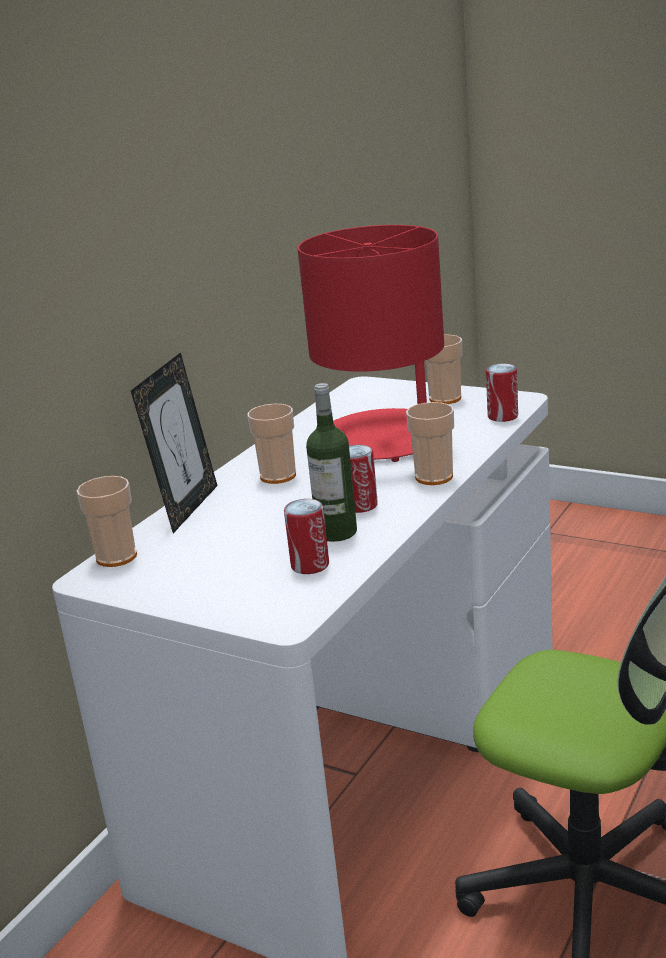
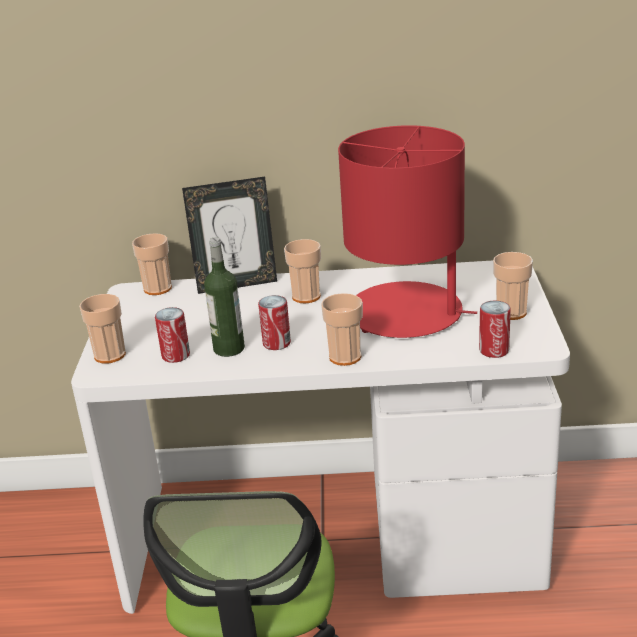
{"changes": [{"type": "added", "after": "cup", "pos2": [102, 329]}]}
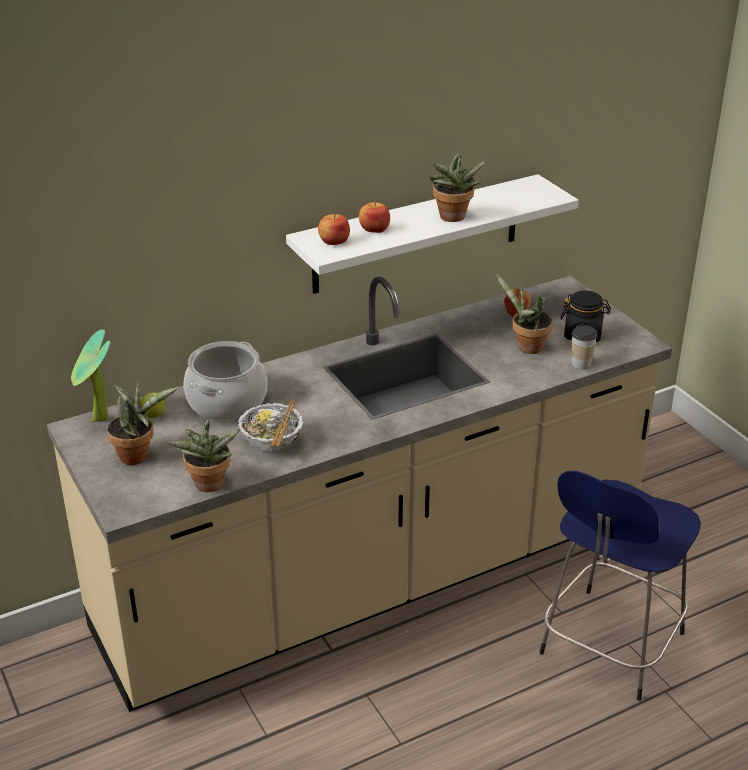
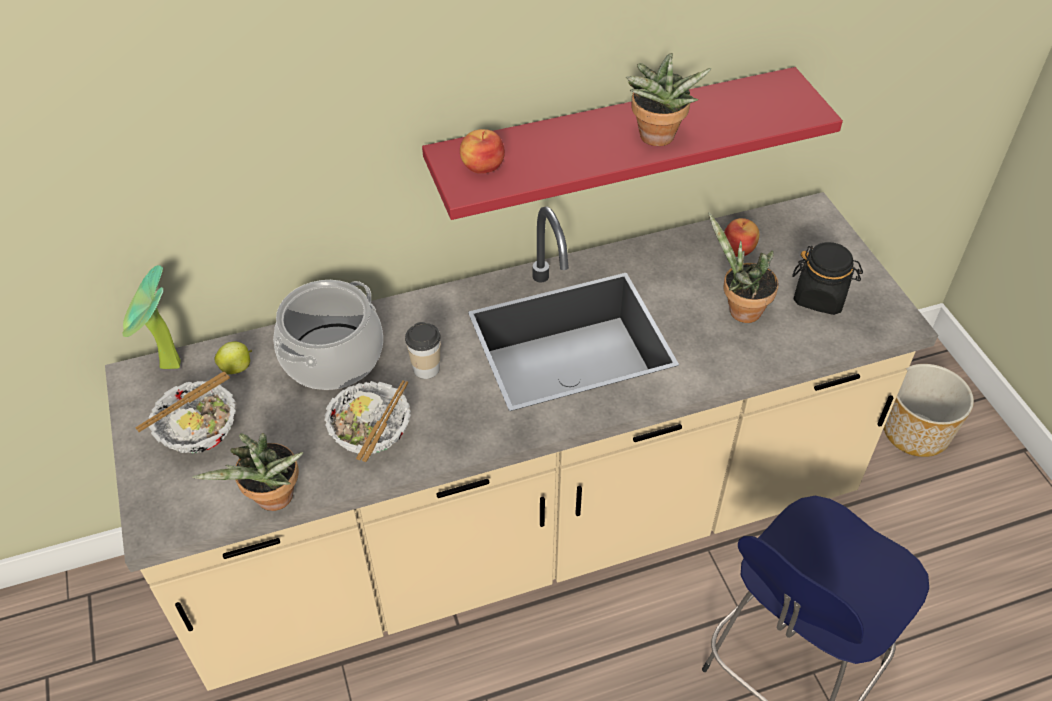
{"changes": [{"type": "recoloured", "before": "white shelf", "after": "red shelf", "pos1": [432, 234], "pos2": [632, 143]}, {"type": "removed", "before": "apple", "pos1": [374, 217]}, {"type": "moved", "before": "cup", "pos1": [584, 346], "pos2": [423, 350]}, {"type": "replaced", "before": "potted plant", "after": "bowl", "pos1": [142, 423], "pos2": [185, 412]}, {"type": "added", "after": "planter", "pos2": [929, 410]}]}
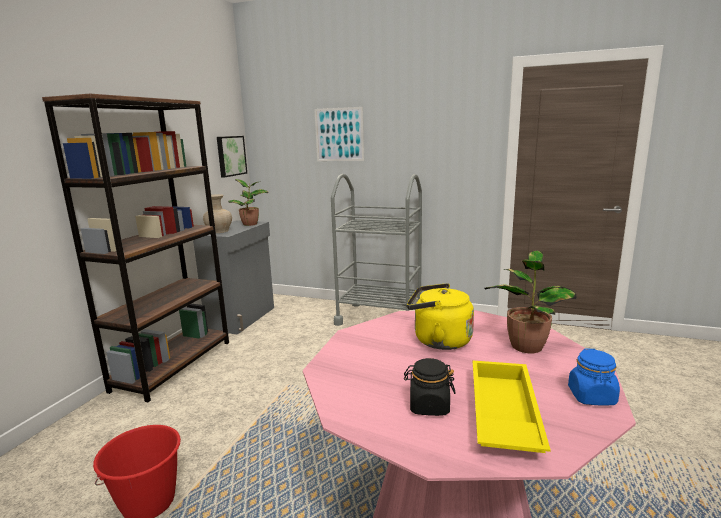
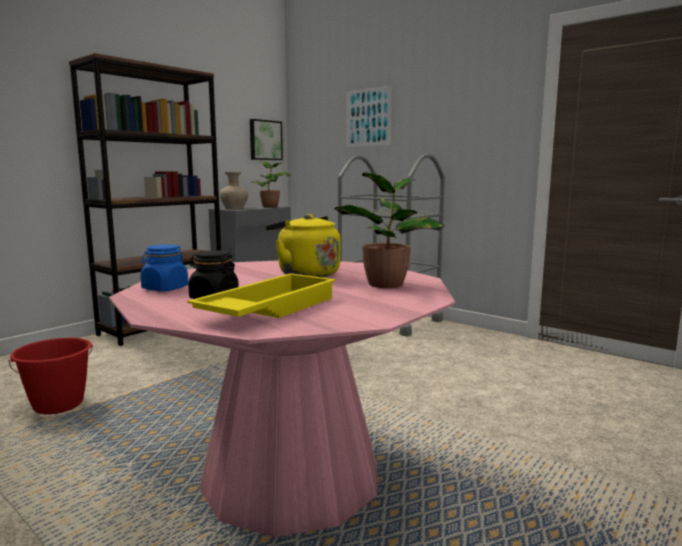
{"changes": [{"type": "moved", "before": "blue jar", "pos1": [594, 377], "pos2": [164, 267]}]}
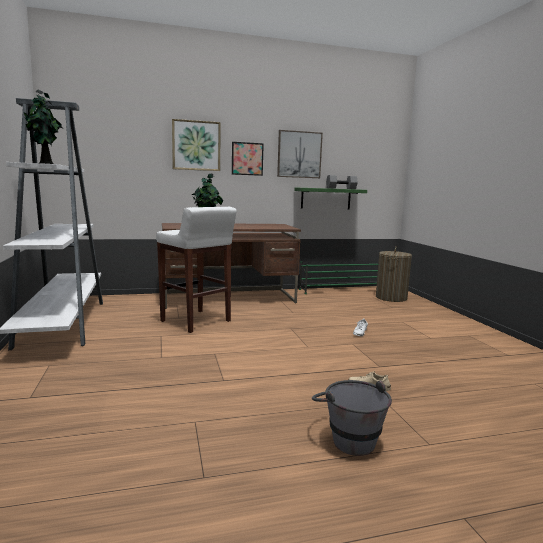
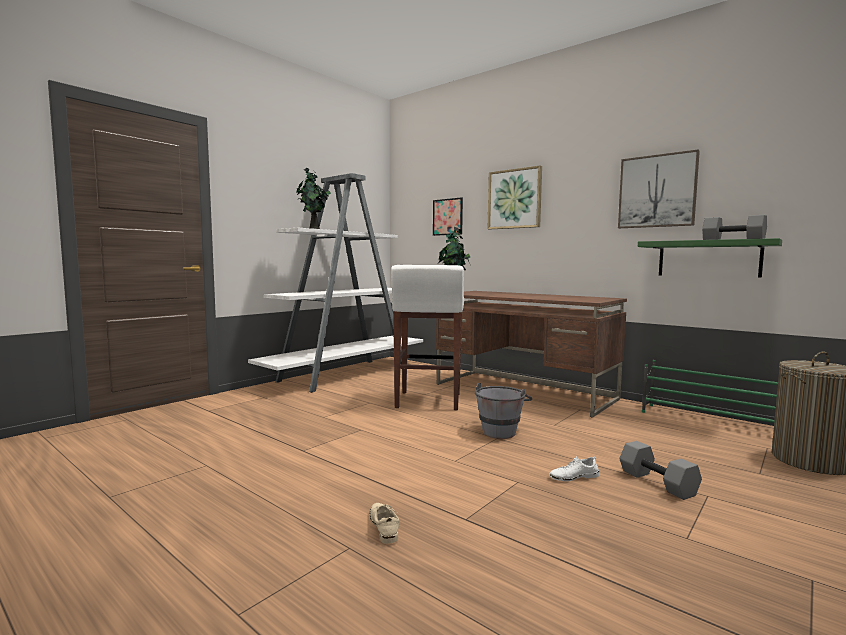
{"changes": [{"type": "moved", "before": "picture", "pos1": [248, 159], "pos2": [448, 216]}, {"type": "moved", "before": "grey bucket", "pos1": [352, 418], "pos2": [503, 411]}, {"type": "added", "after": "grey dumbbell", "pos2": [660, 470]}]}
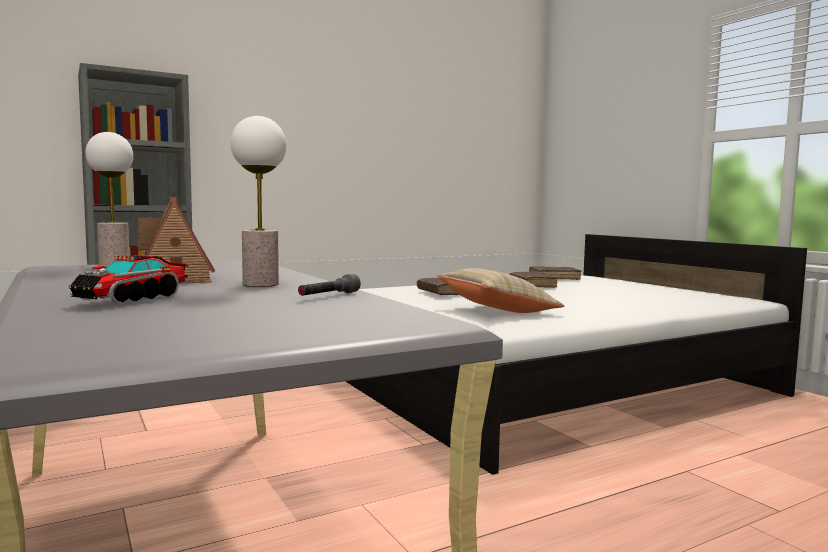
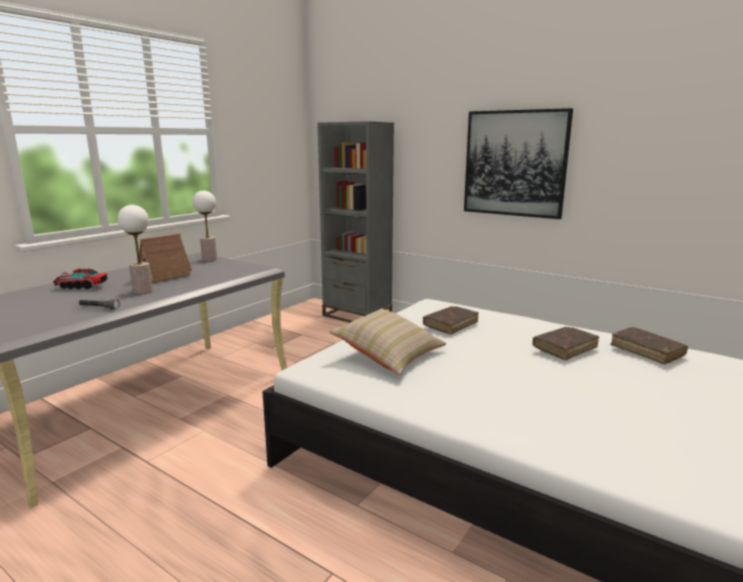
{"changes": [{"type": "added", "after": "picture", "pos2": [518, 163]}]}
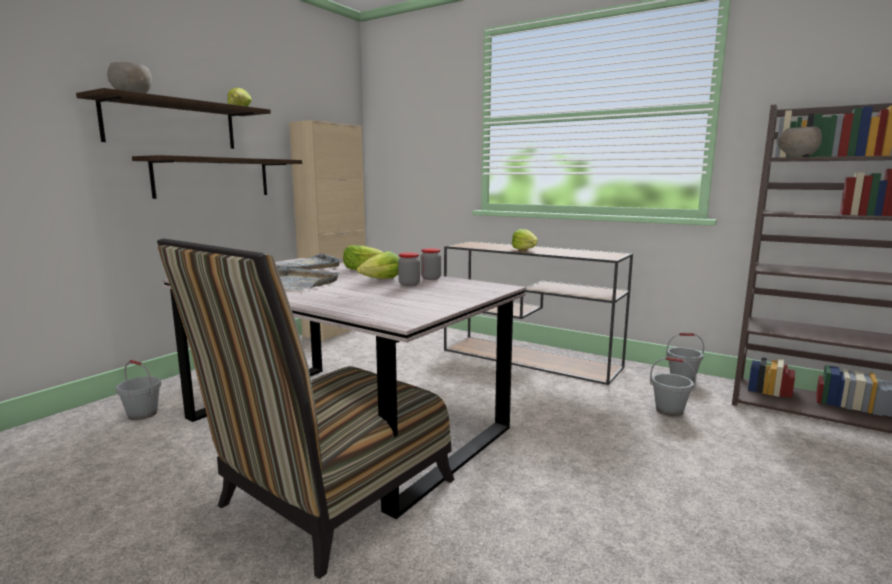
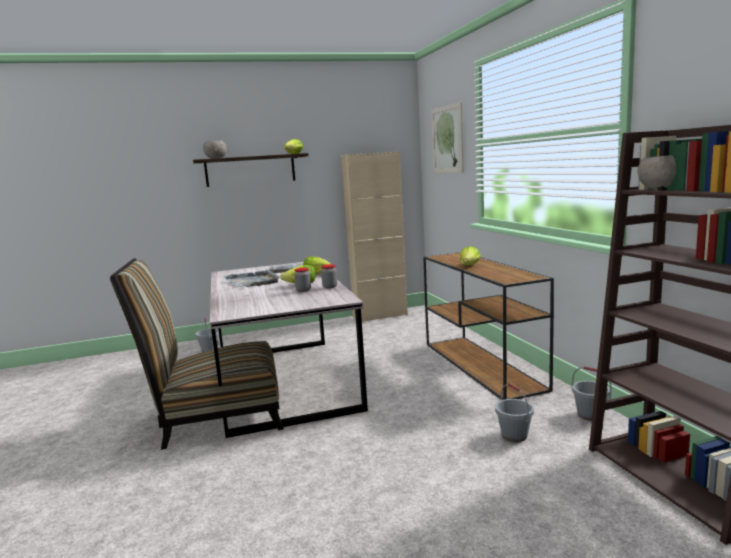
{"changes": [{"type": "removed", "before": "shelf", "pos1": [217, 177]}, {"type": "added", "after": "picture", "pos2": [447, 137]}]}
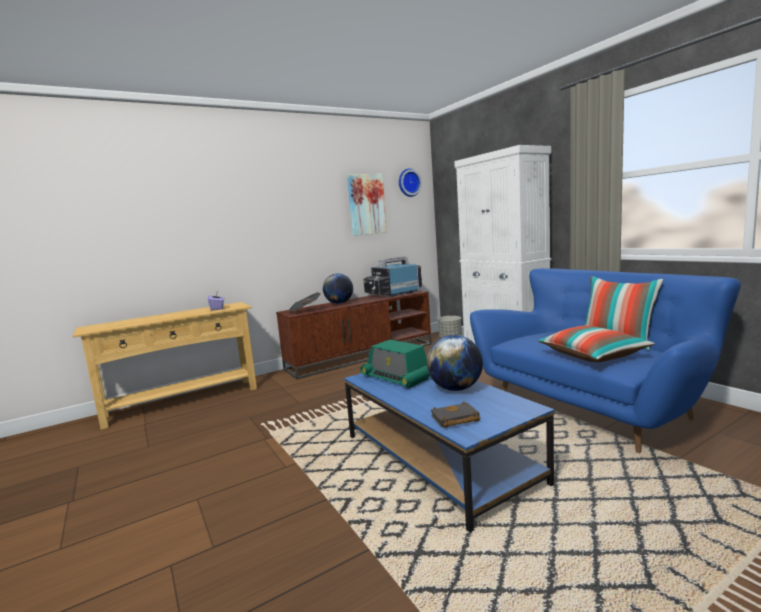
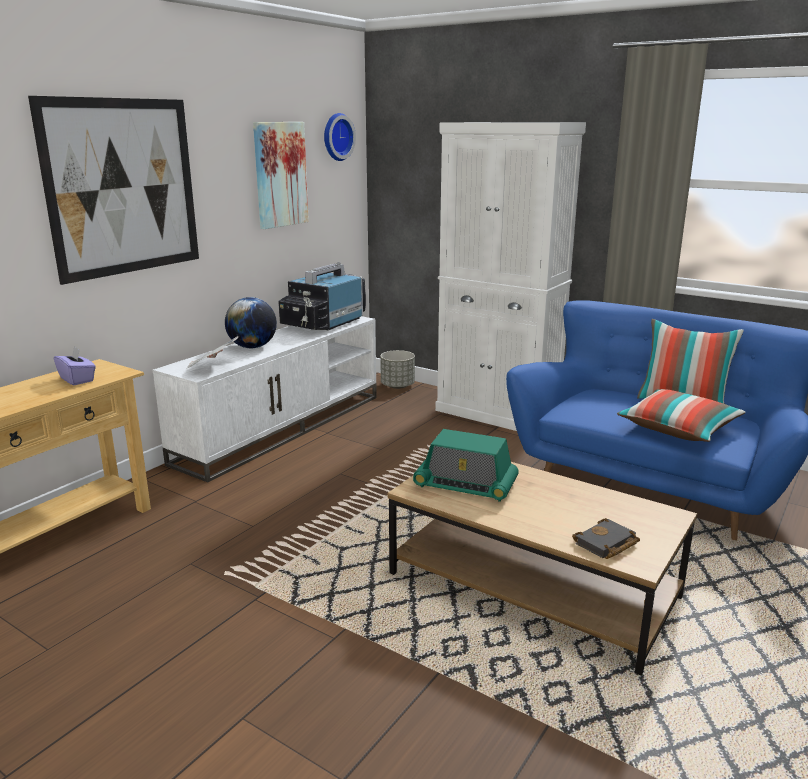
{"changes": [{"type": "recoloured", "before": "brown tv stand", "after": "white tv stand", "pos1": [354, 334], "pos2": [265, 399]}, {"type": "removed", "before": "globe", "pos1": [455, 363]}, {"type": "recoloured", "before": "blue coffee table", "after": "brown coffee table", "pos1": [449, 452], "pos2": [542, 569]}, {"type": "added", "after": "picture", "pos2": [113, 190]}]}
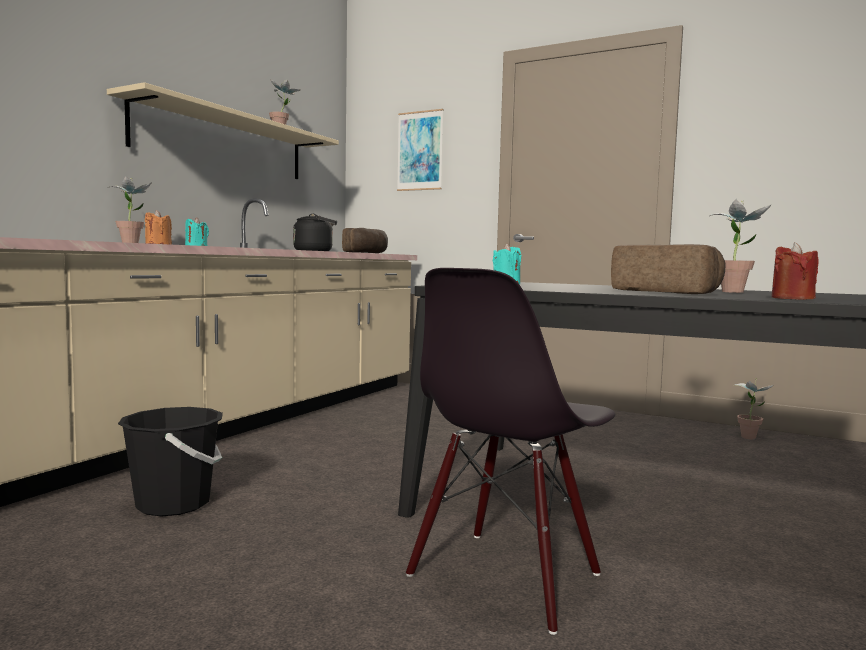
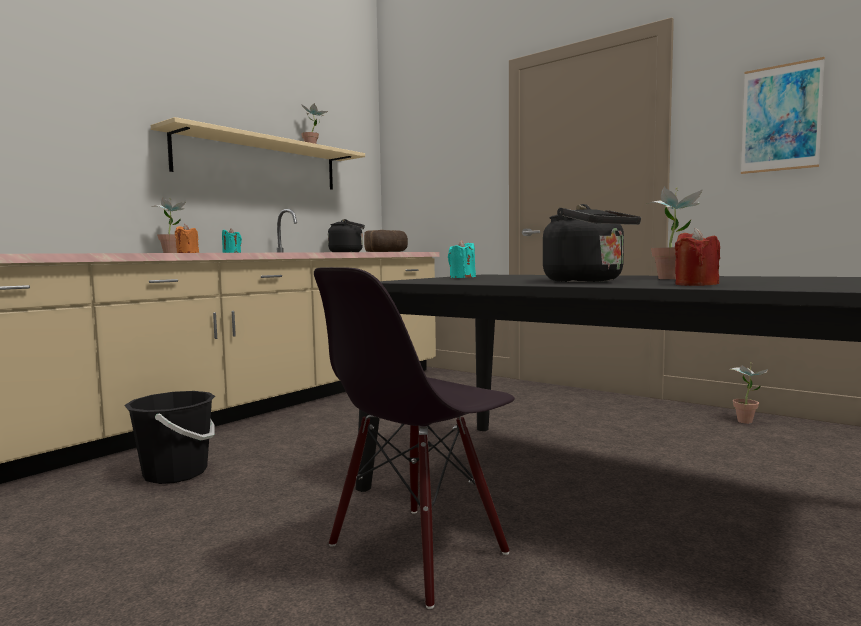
{"changes": [{"type": "moved", "before": "picture", "pos1": [420, 150], "pos2": [783, 115]}, {"type": "replaced", "before": "bread", "after": "black kettle", "pos1": [668, 269], "pos2": [592, 243]}]}
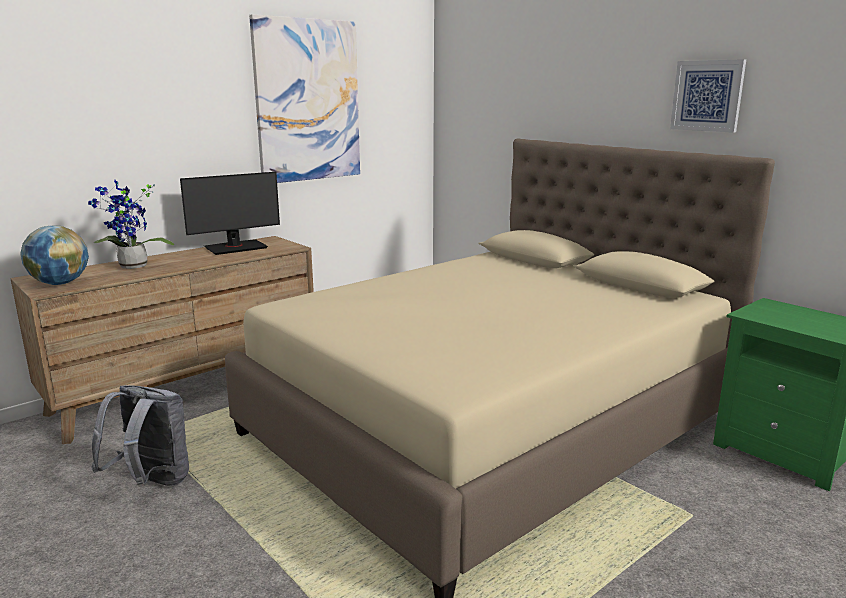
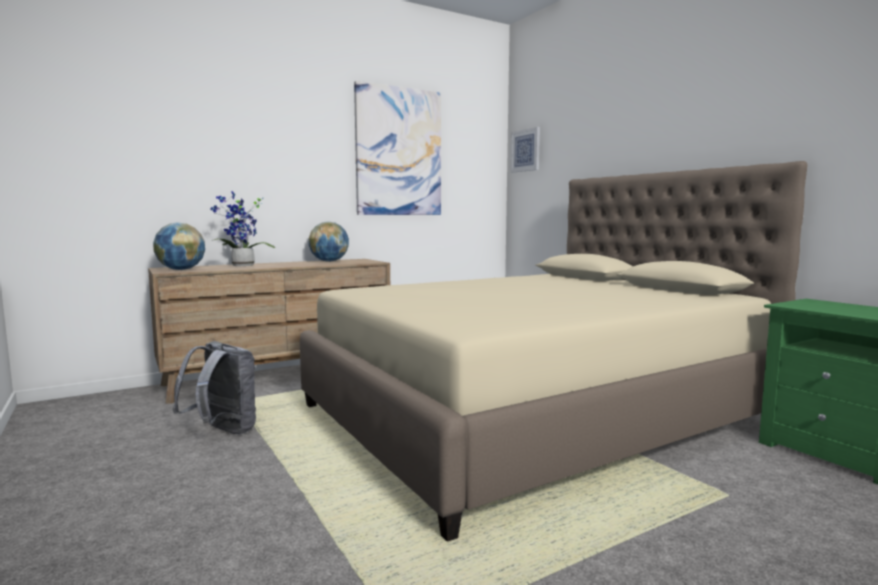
{"changes": [{"type": "moved", "before": "picture", "pos1": [708, 96], "pos2": [525, 150]}, {"type": "replaced", "before": "monitor", "after": "globe", "pos1": [230, 213], "pos2": [329, 241]}]}
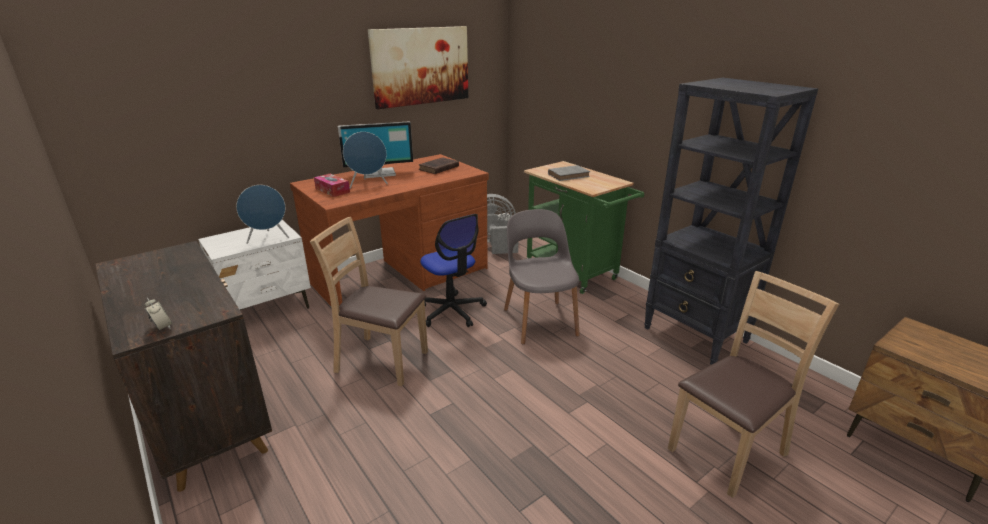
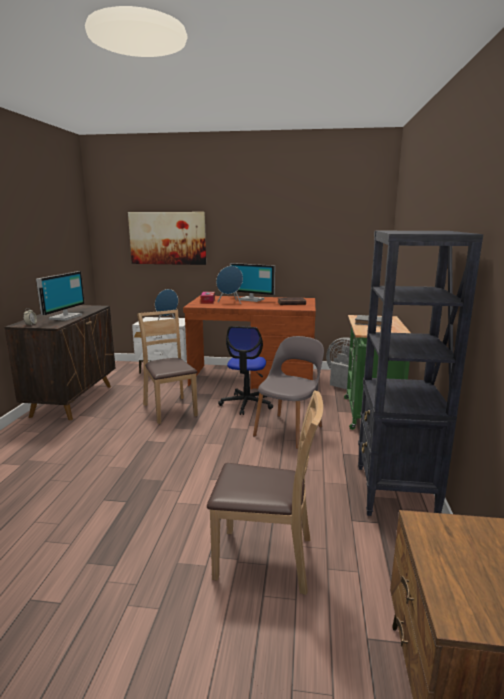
{"changes": [{"type": "moved", "before": "picture", "pos1": [418, 67], "pos2": [167, 238]}, {"type": "added", "after": "monitor", "pos2": [60, 296]}]}
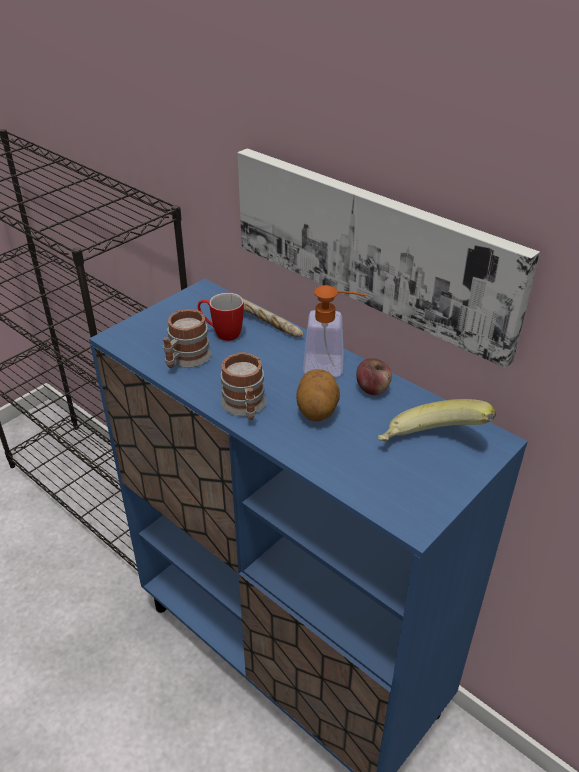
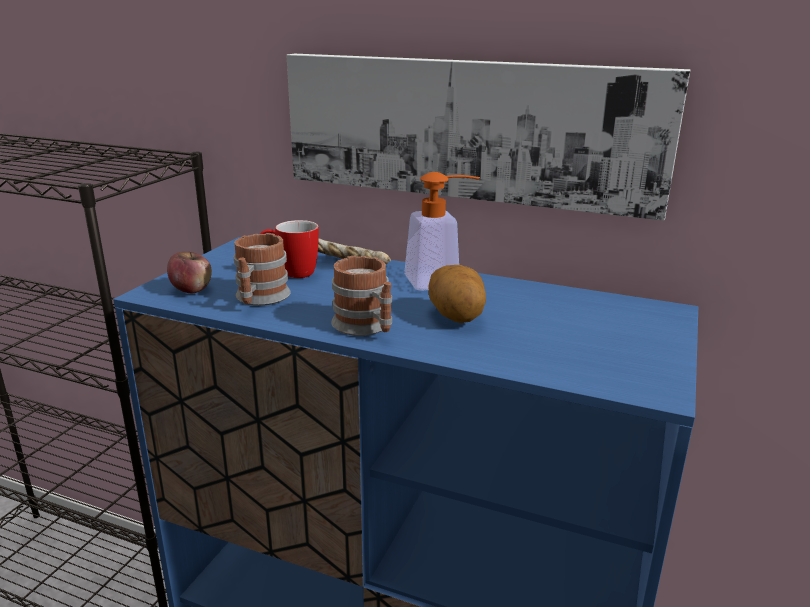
{"changes": [{"type": "moved", "before": "apple", "pos1": [374, 376], "pos2": [189, 272]}, {"type": "removed", "before": "banana", "pos1": [437, 420]}]}
